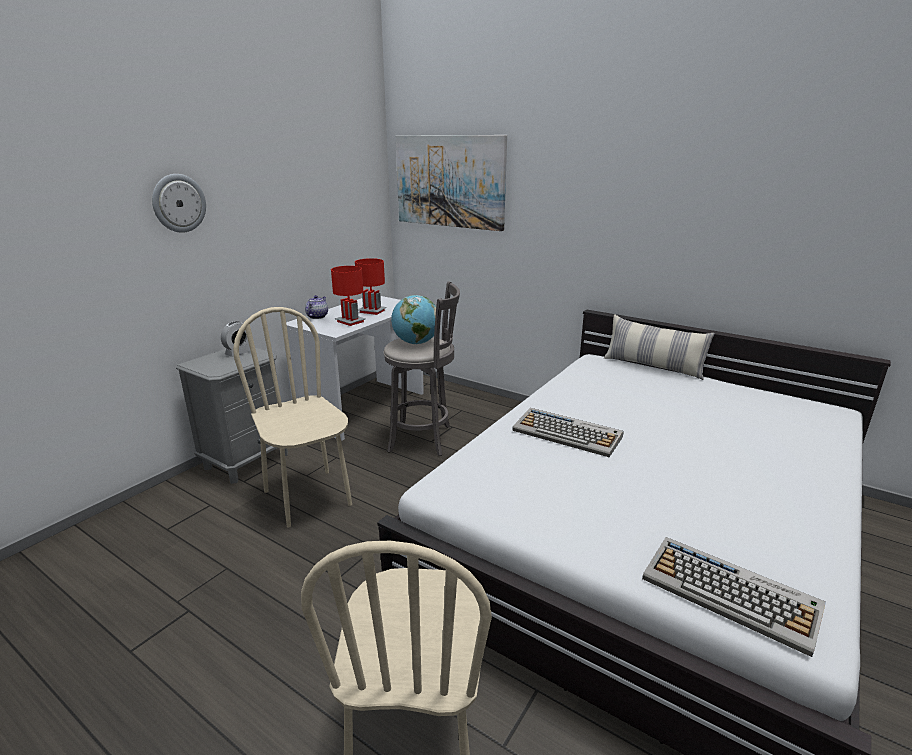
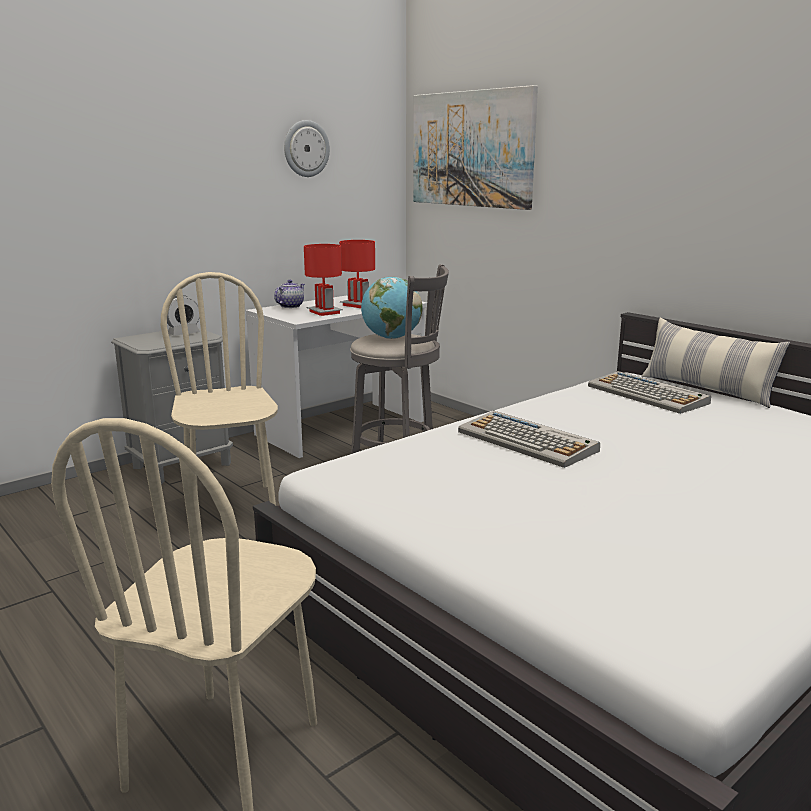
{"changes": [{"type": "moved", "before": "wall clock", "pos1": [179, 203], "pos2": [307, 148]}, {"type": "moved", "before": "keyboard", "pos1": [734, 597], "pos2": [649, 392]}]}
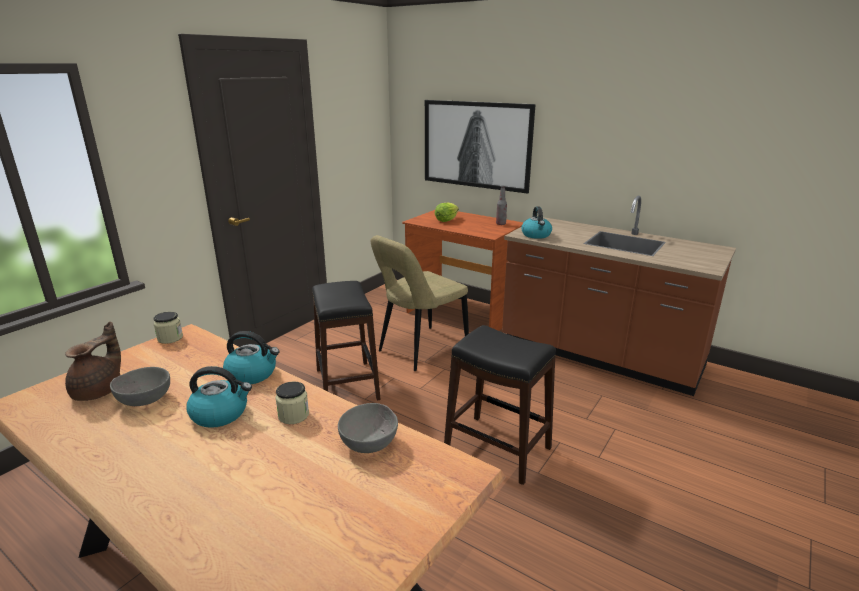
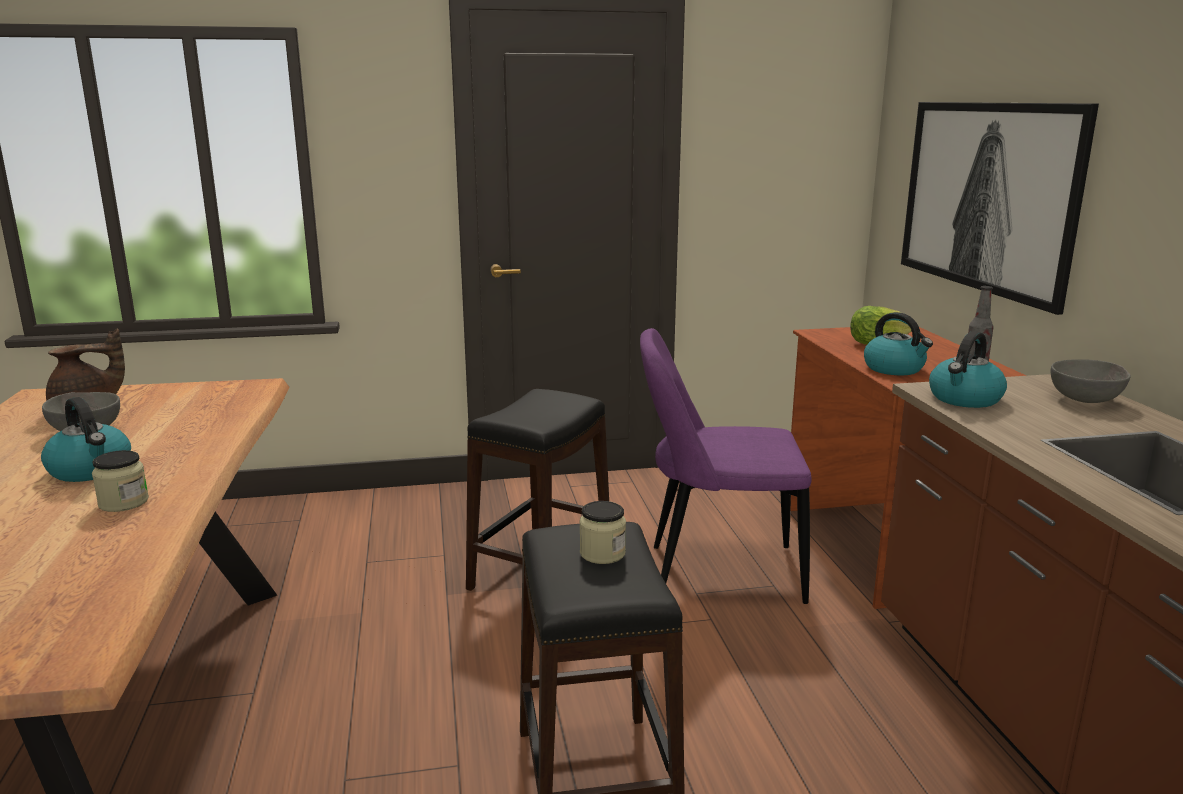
{"changes": [{"type": "recoloured", "before": "beige chair", "after": "purple chair", "pos1": [419, 303], "pos2": [726, 466]}, {"type": "moved", "before": "jar", "pos1": [168, 328], "pos2": [603, 532]}, {"type": "moved", "before": "kettle", "pos1": [251, 357], "pos2": [898, 343]}, {"type": "moved", "before": "grey bowl", "pos1": [368, 428], "pos2": [1091, 381]}]}
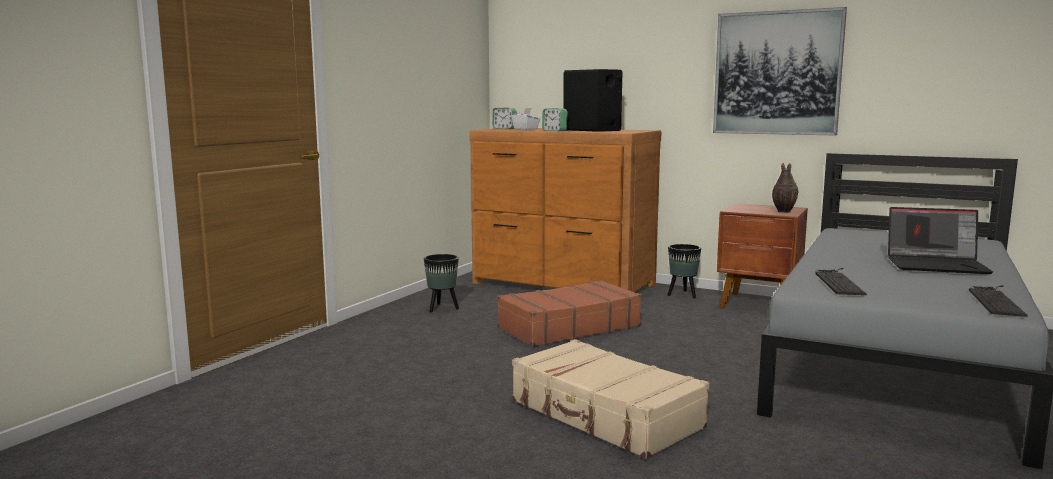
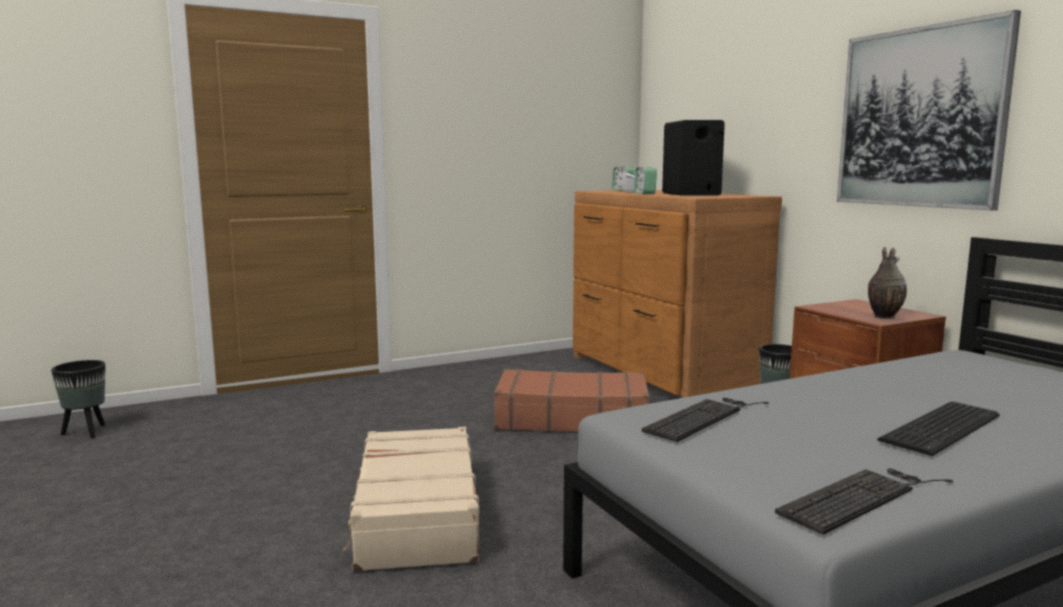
{"changes": [{"type": "replaced", "before": "laptop", "after": "keyboard", "pos1": [940, 240], "pos2": [938, 429]}, {"type": "moved", "before": "black planter", "pos1": [441, 283], "pos2": [78, 399]}]}
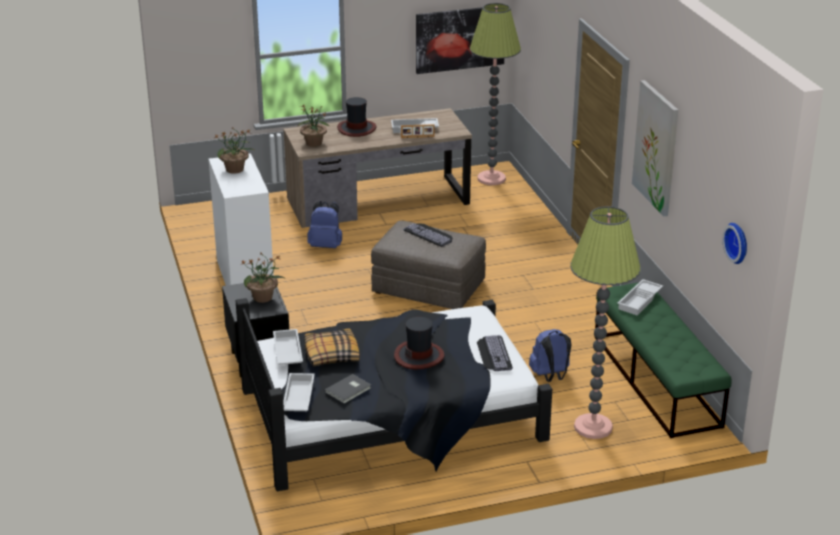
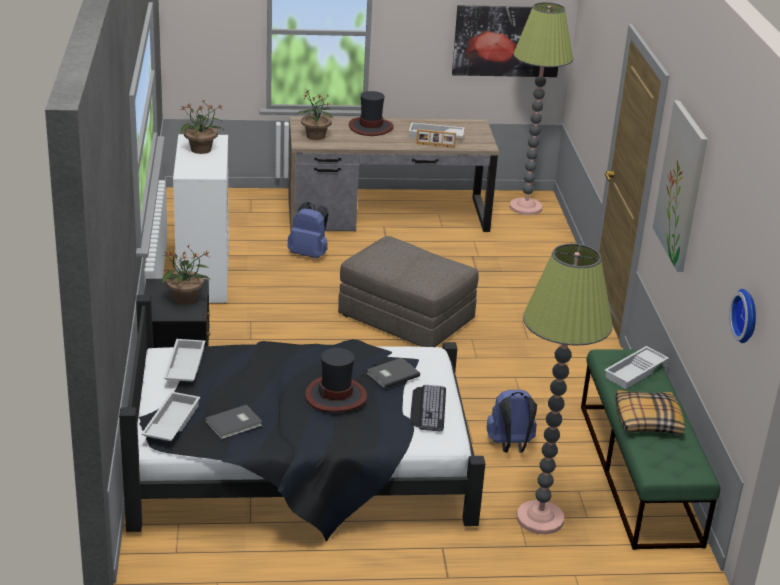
{"changes": [{"type": "removed", "before": "keyboard", "pos1": [428, 235]}, {"type": "moved", "before": "pillow", "pos1": [332, 347], "pos2": [650, 412]}, {"type": "added", "after": "grey book", "pos2": [393, 373]}]}
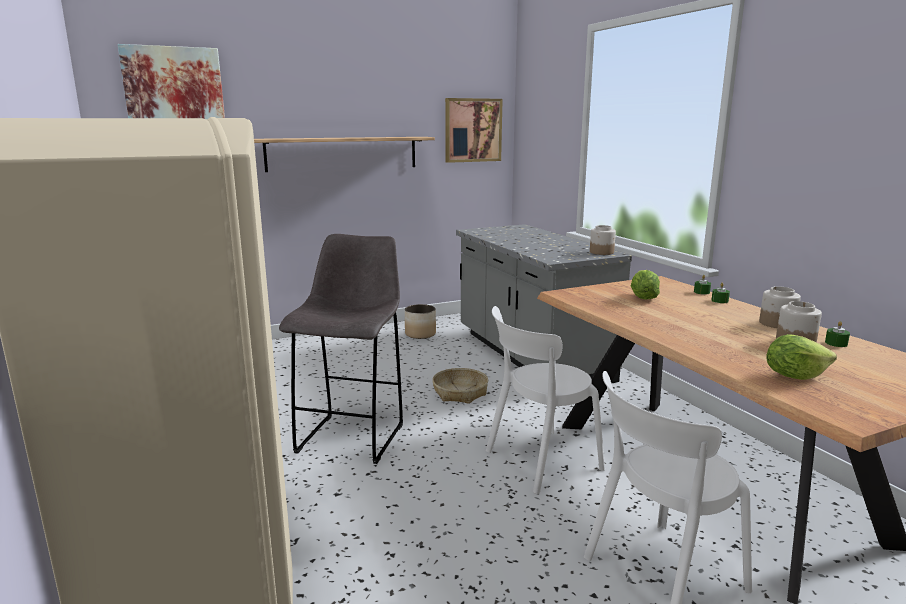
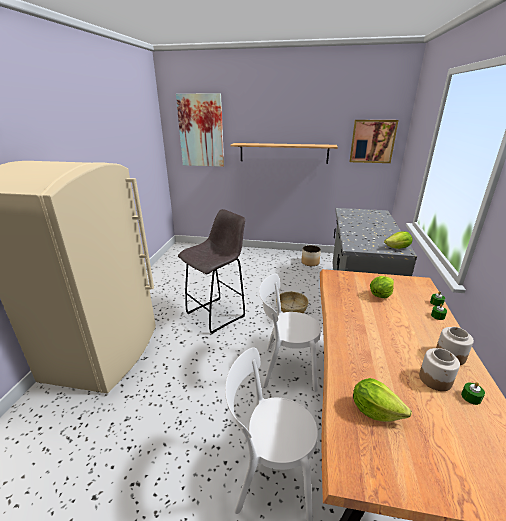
{"changes": [{"type": "replaced", "before": "jar", "after": "lettuce", "pos1": [603, 240], "pos2": [398, 240]}]}
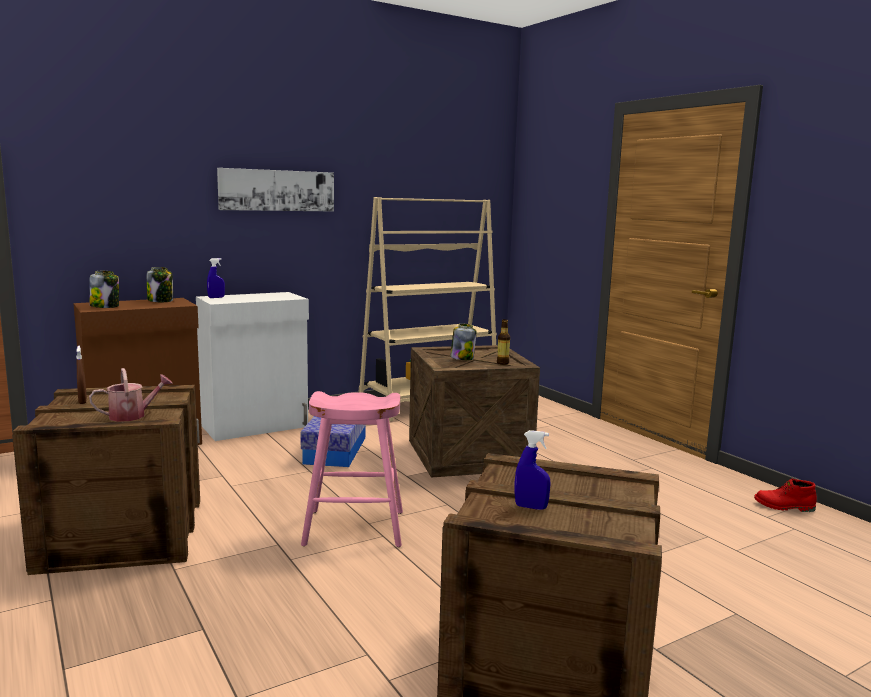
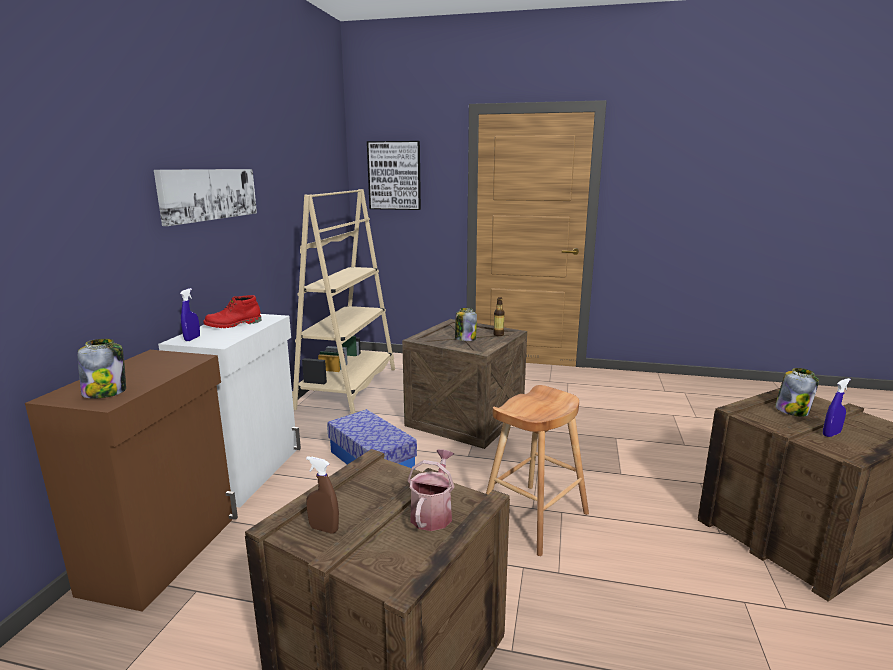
{"changes": [{"type": "moved", "before": "jar", "pos1": [160, 284], "pos2": [797, 392]}, {"type": "recoloured", "before": "pink stool", "after": "brown stool", "pos1": [352, 469], "pos2": [537, 470]}, {"type": "moved", "before": "red boot", "pos1": [785, 495], "pos2": [232, 311]}, {"type": "added", "after": "picture", "pos2": [394, 175]}]}
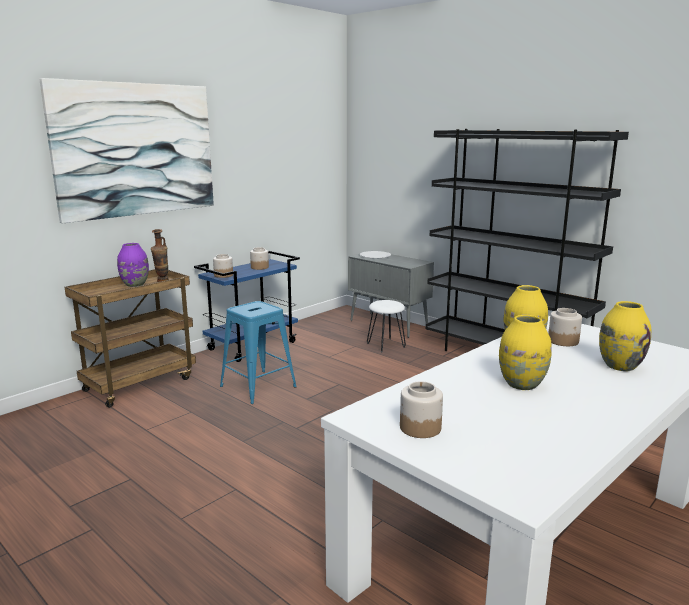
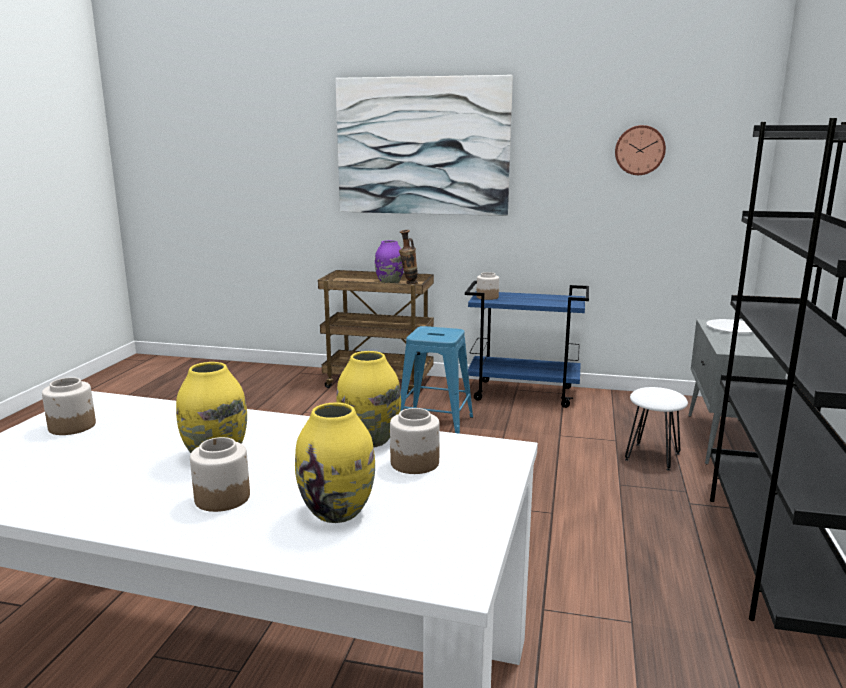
{"changes": [{"type": "moved", "before": "jar", "pos1": [259, 258], "pos2": [220, 474]}, {"type": "added", "after": "wall clock", "pos2": [640, 150]}]}
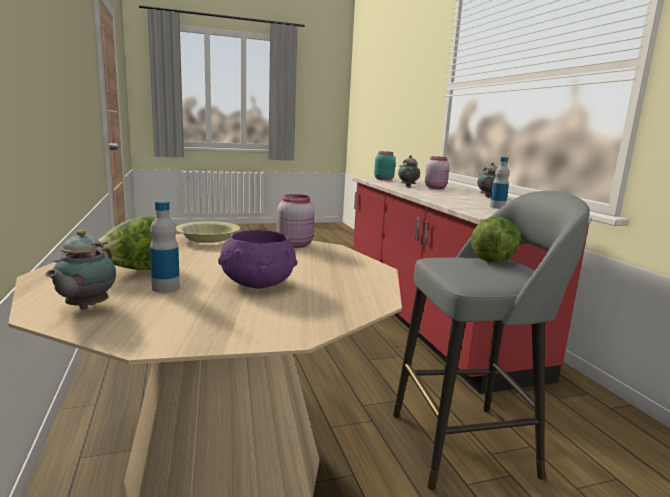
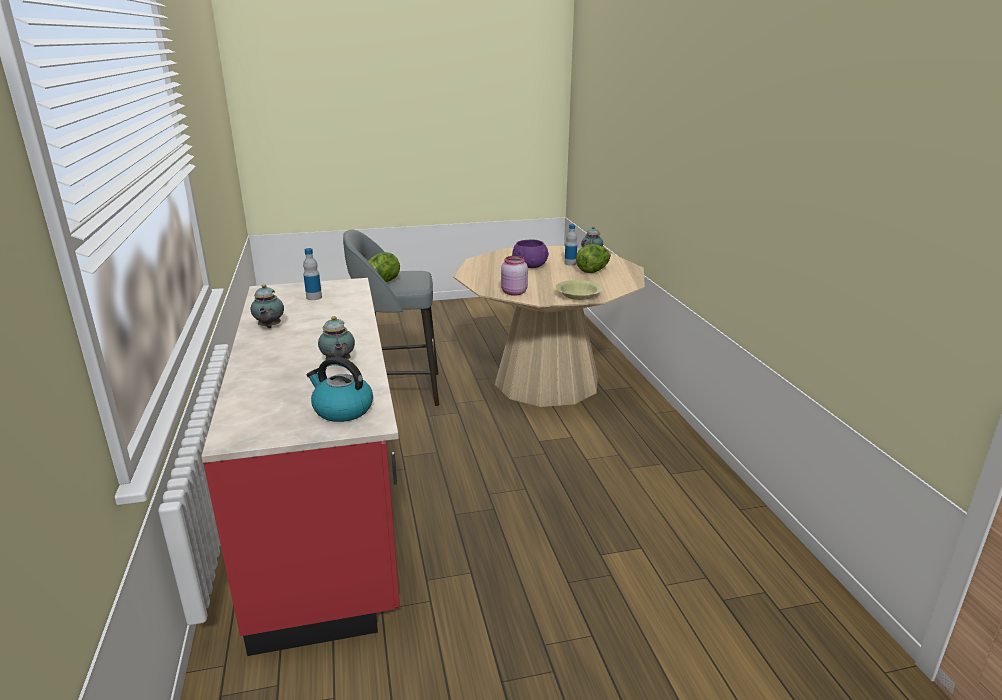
{"changes": [{"type": "replaced", "before": "turquoise jar", "after": "kettle", "pos1": [385, 165], "pos2": [339, 389]}, {"type": "removed", "before": "pink jar", "pos1": [437, 172]}]}
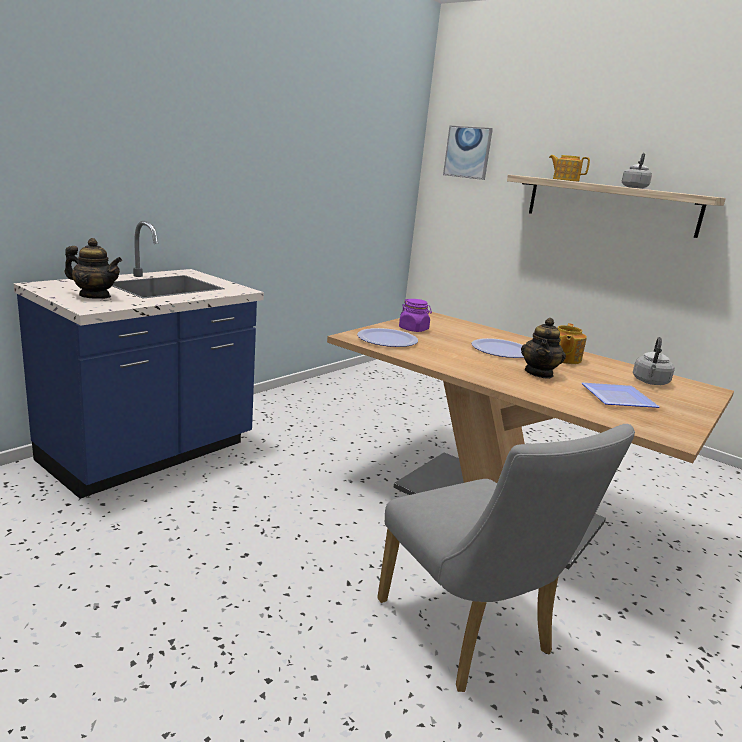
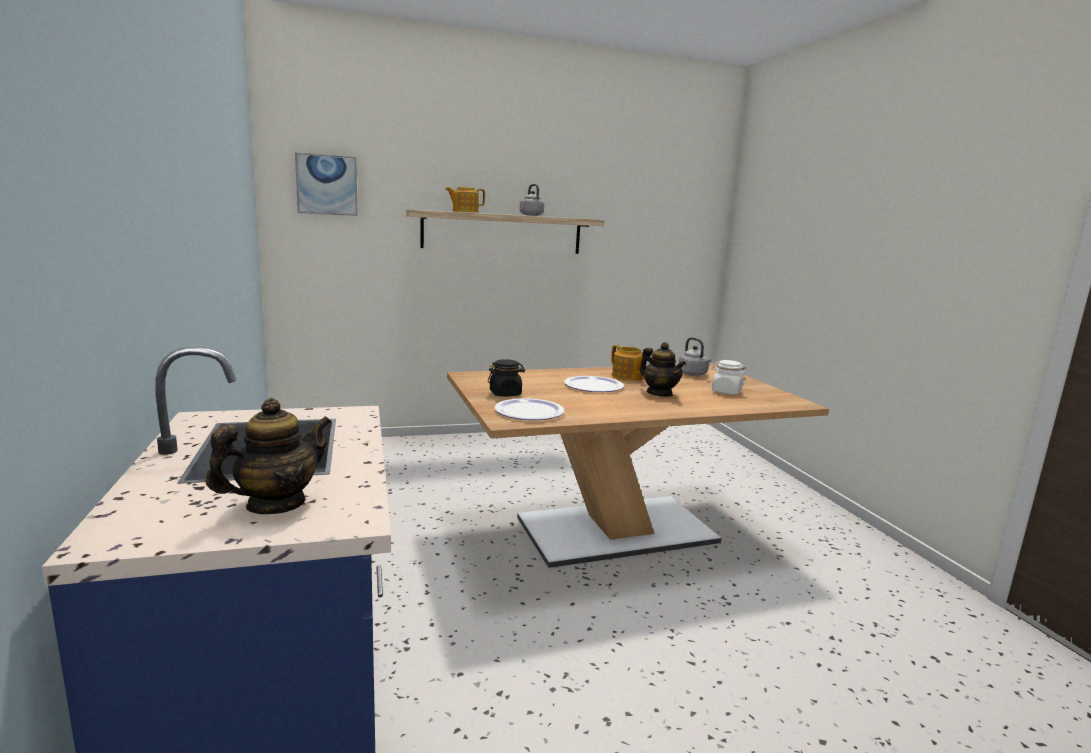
{"changes": [{"type": "recoloured", "before": "purple jar", "after": "black jar", "pos1": [415, 315], "pos2": [506, 378]}, {"type": "replaced", "before": "plate", "after": "white jar", "pos1": [621, 395], "pos2": [728, 377]}, {"type": "removed", "before": "grey chair", "pos1": [506, 558]}]}
